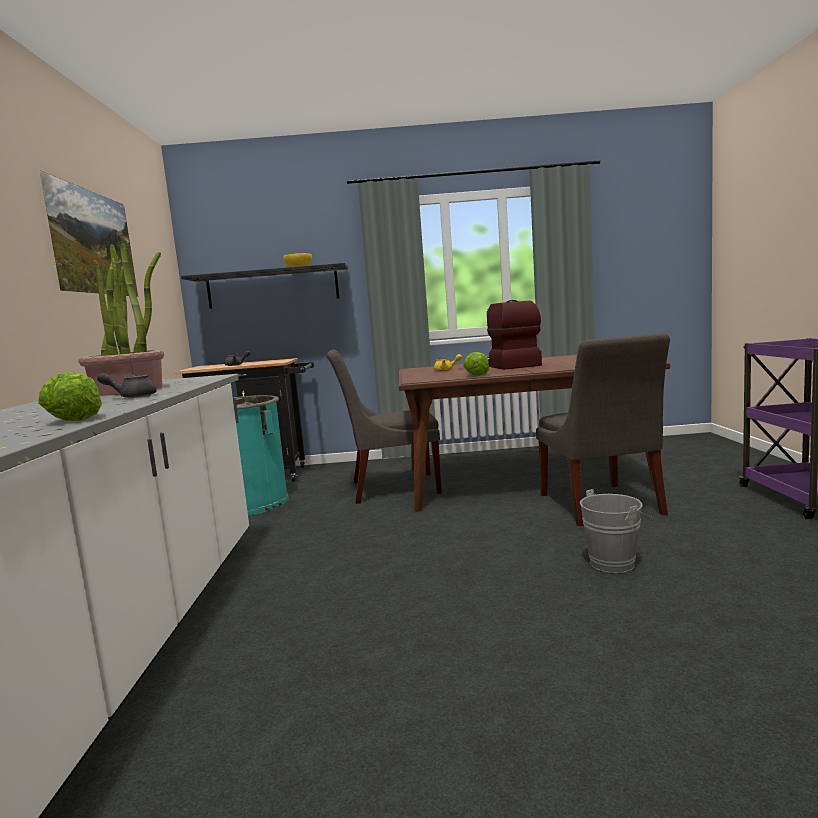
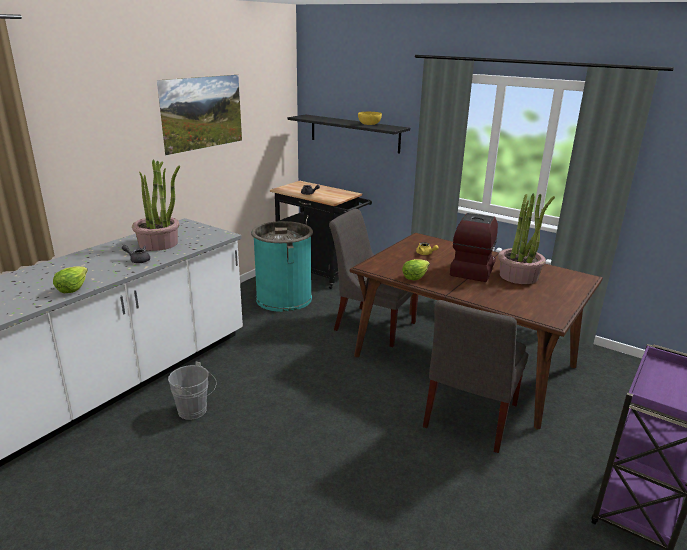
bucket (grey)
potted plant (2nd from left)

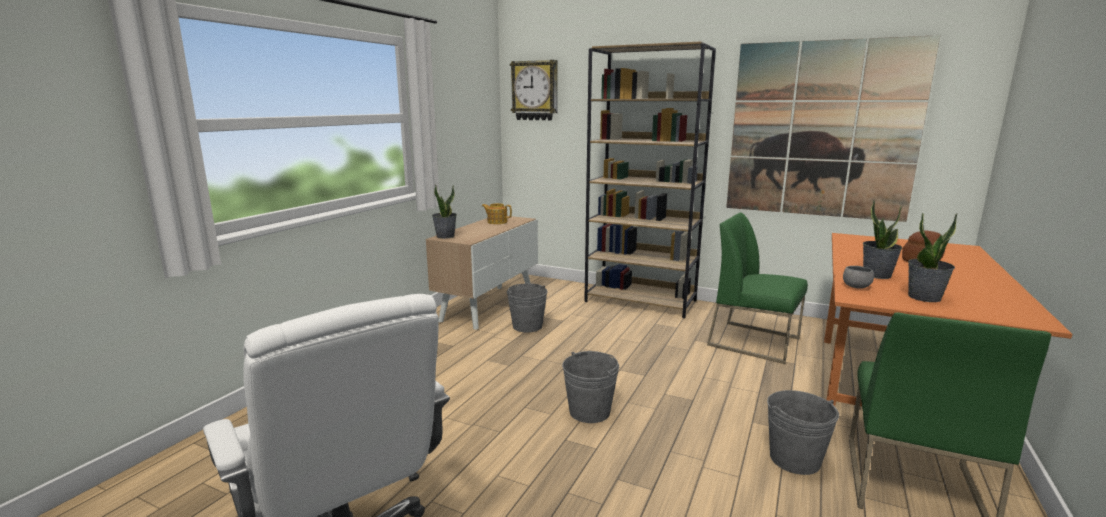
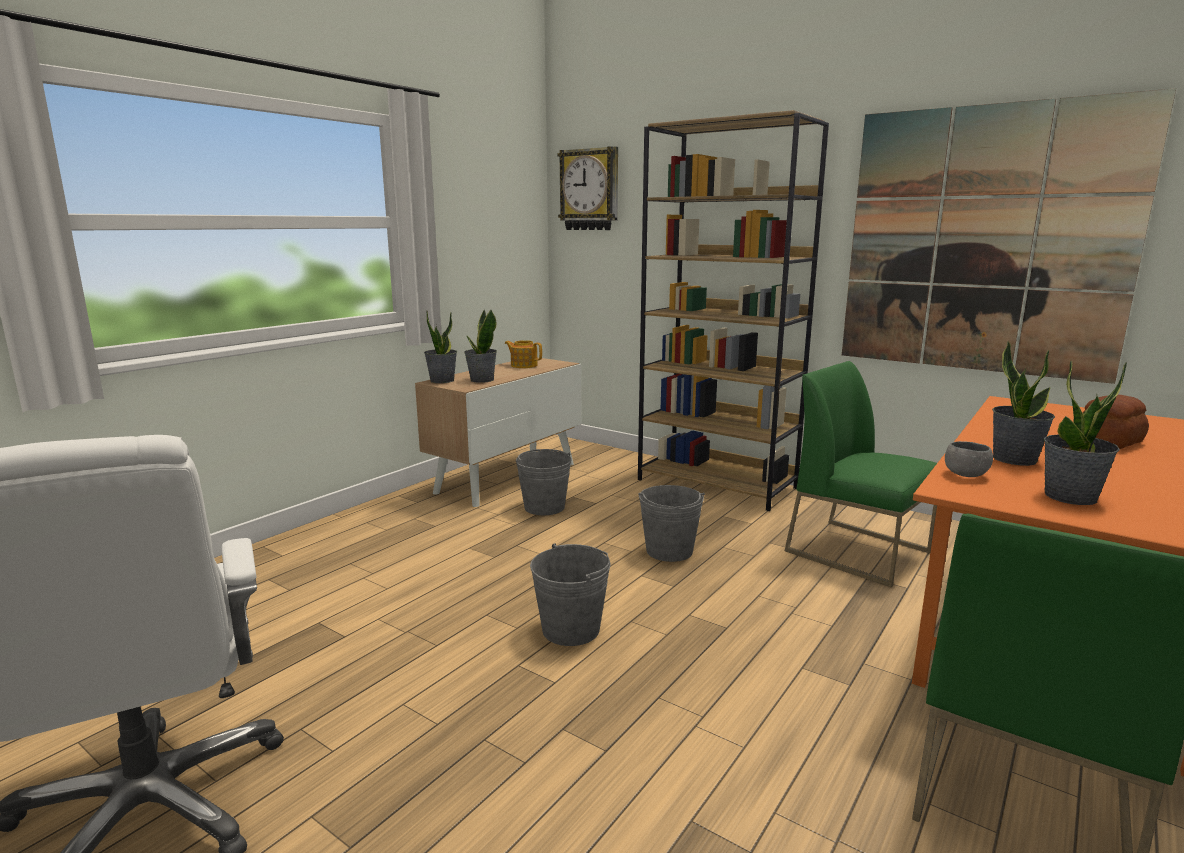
potted plant (2nd from left)
bucket (grey) (3rd from left)

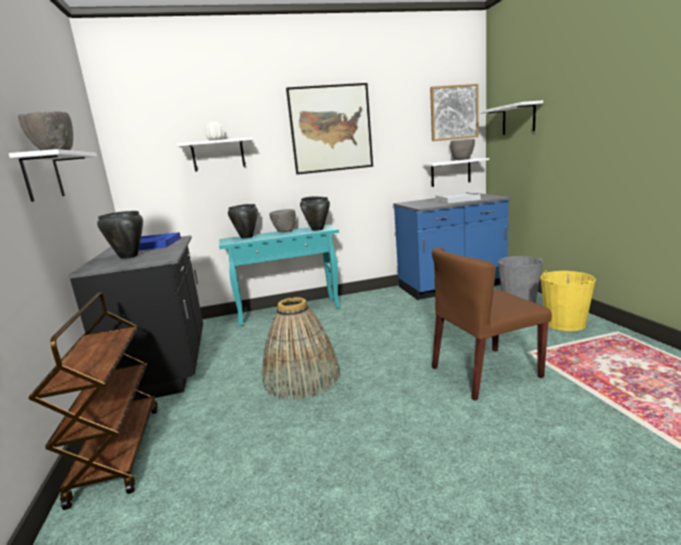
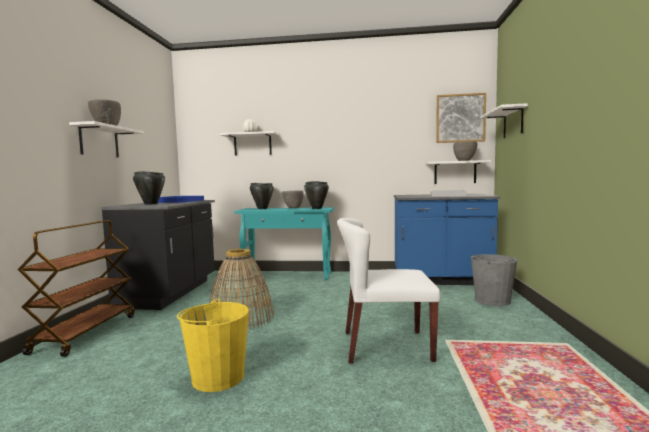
bucket (yellow)
upright chair (whitish)
wall picture (1st from left in the first image)

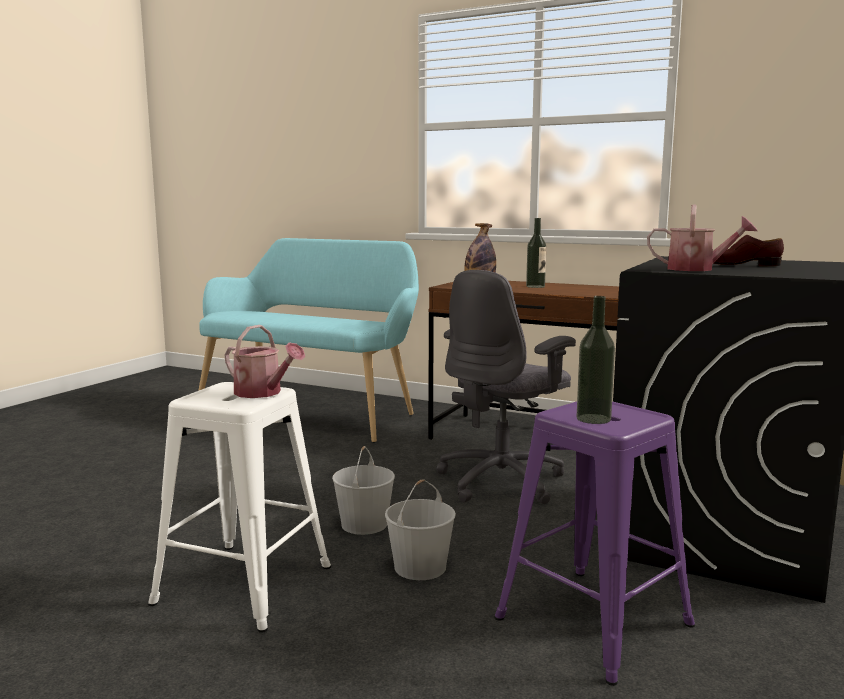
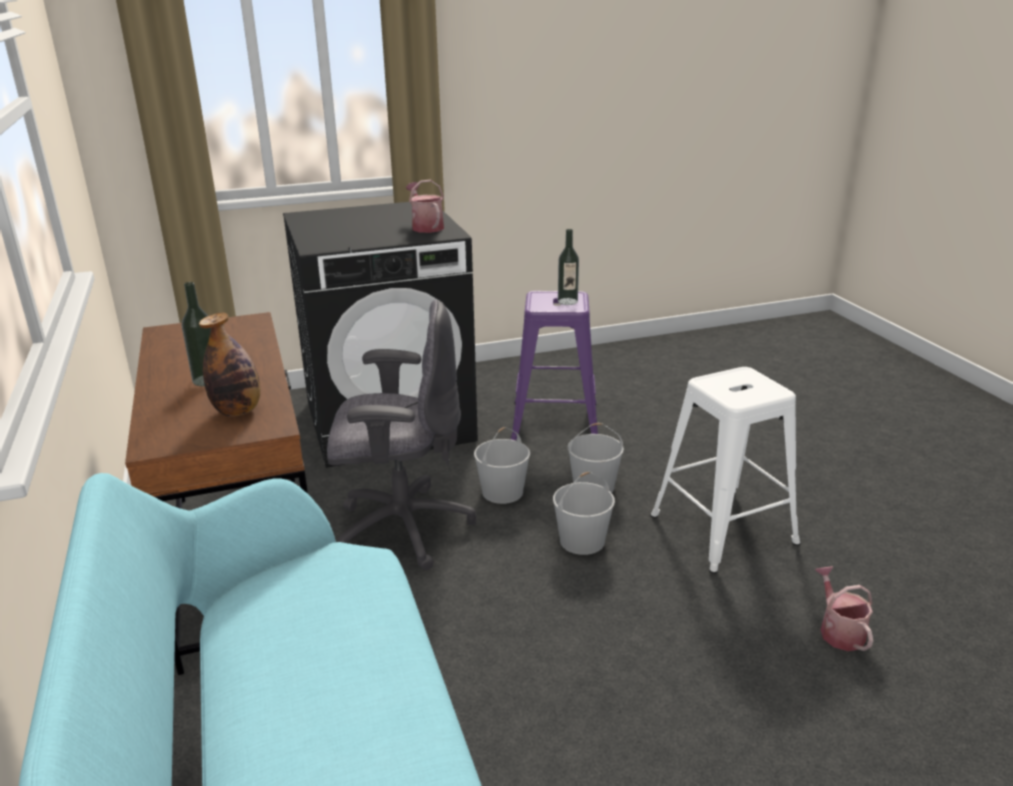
bucket (whitish) (1st from left)
watering pot (2nd from left)
item of footwear (brown)

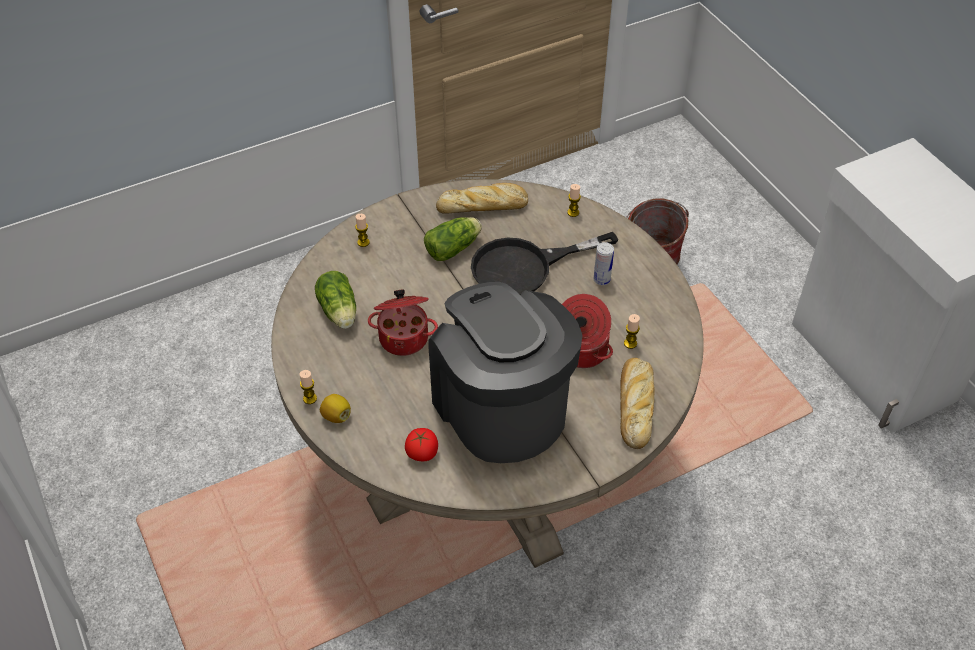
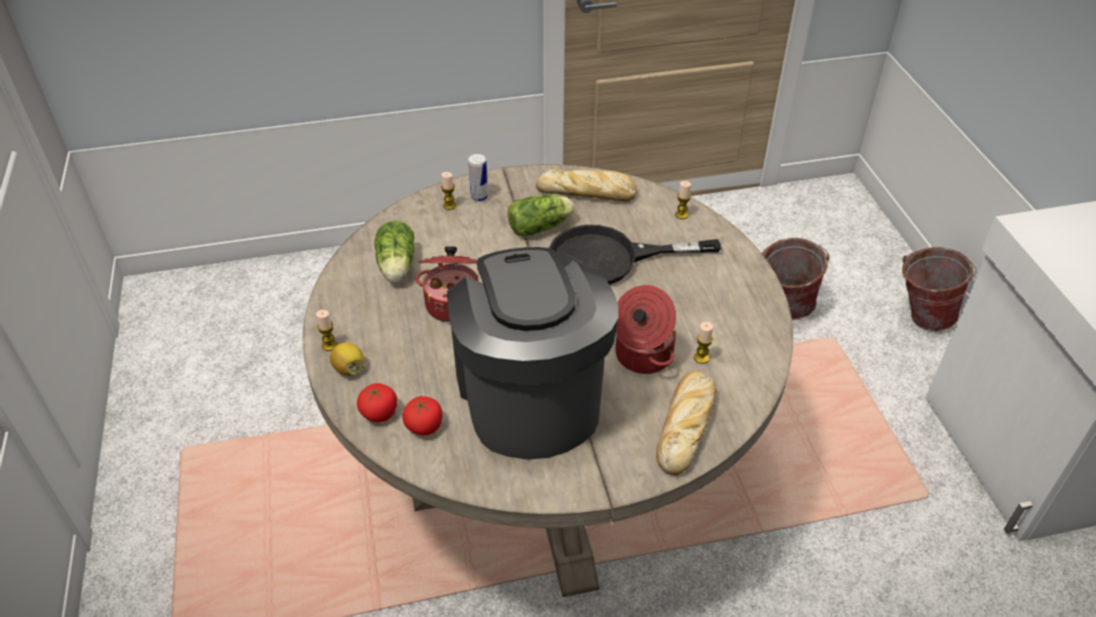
tomato (1st from left)
sealed can
bucket (2nd from left)

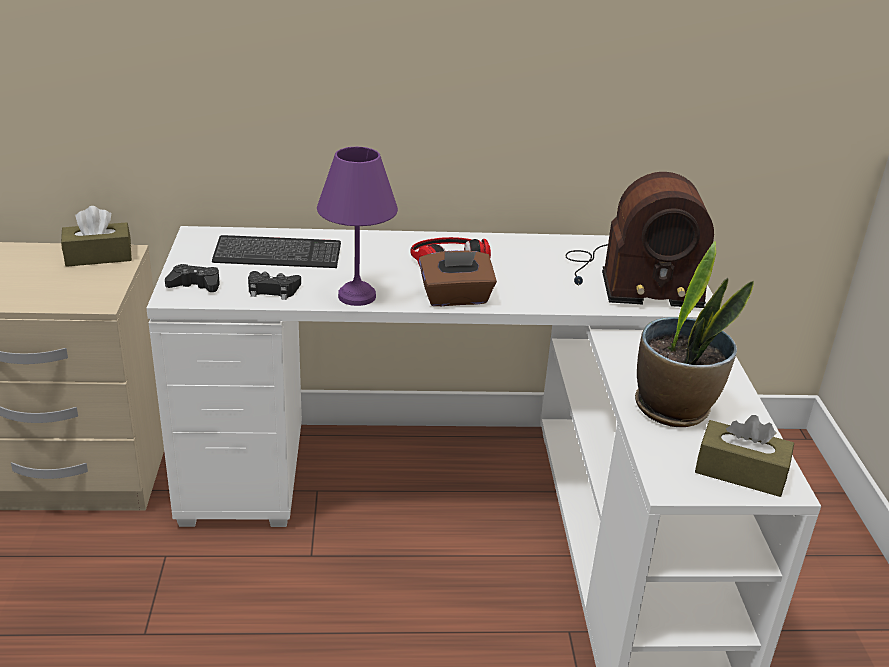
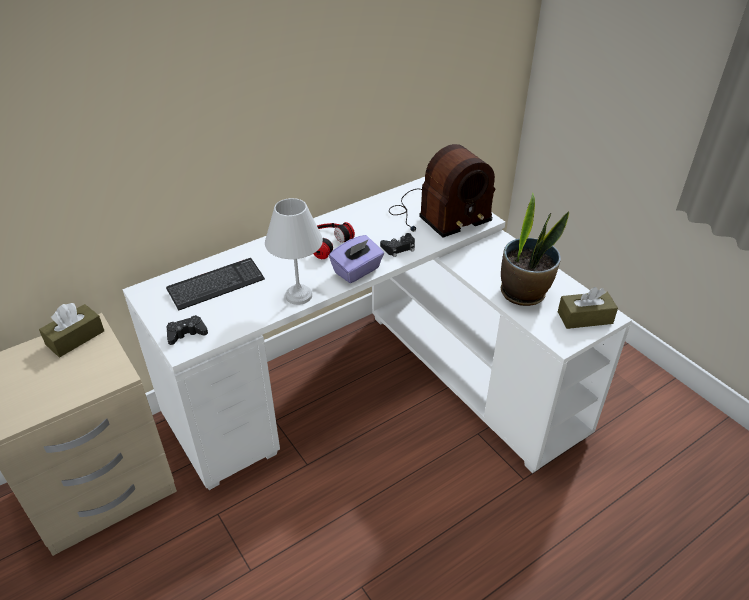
tabletop lamp (whitish)
tissue holder (purplish)
joypad (blackish) (2nd from left)

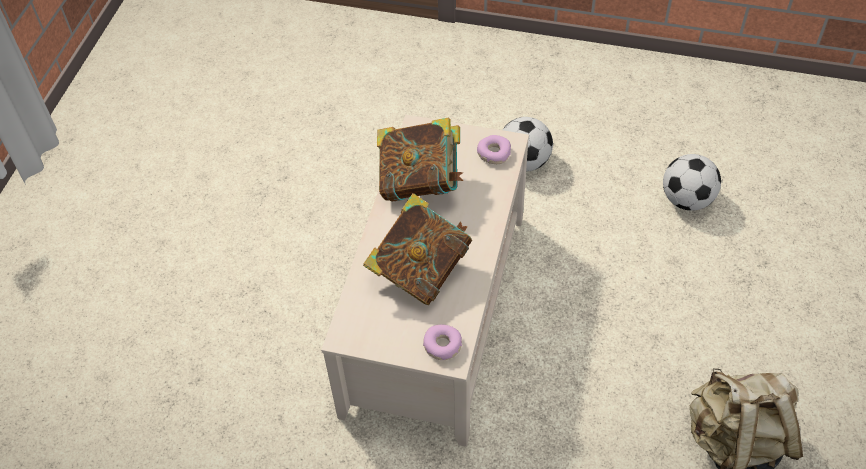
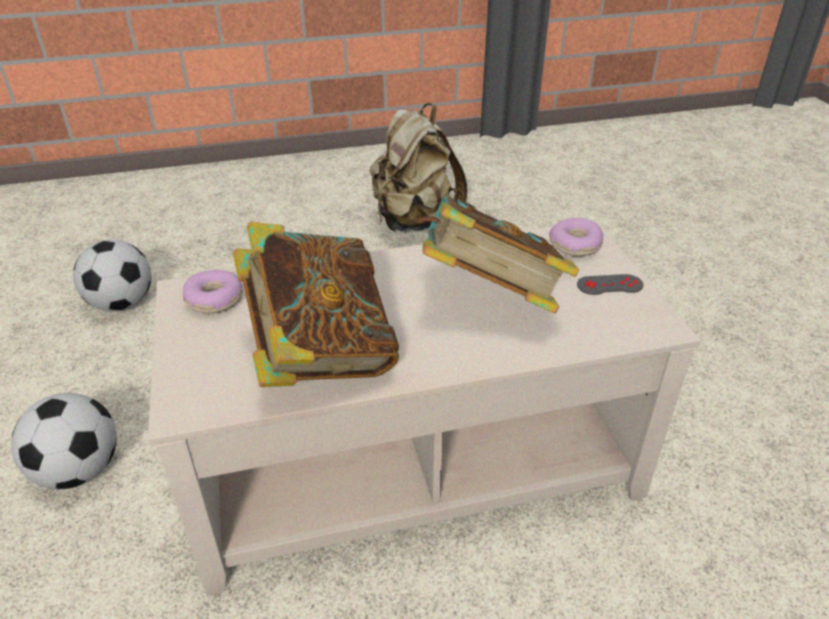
joypad (grey)

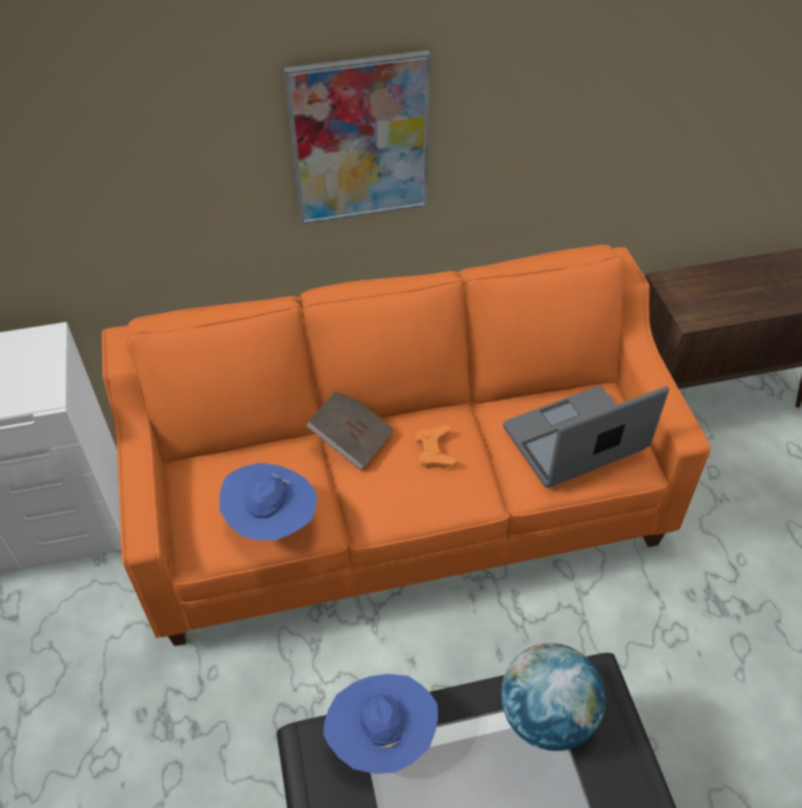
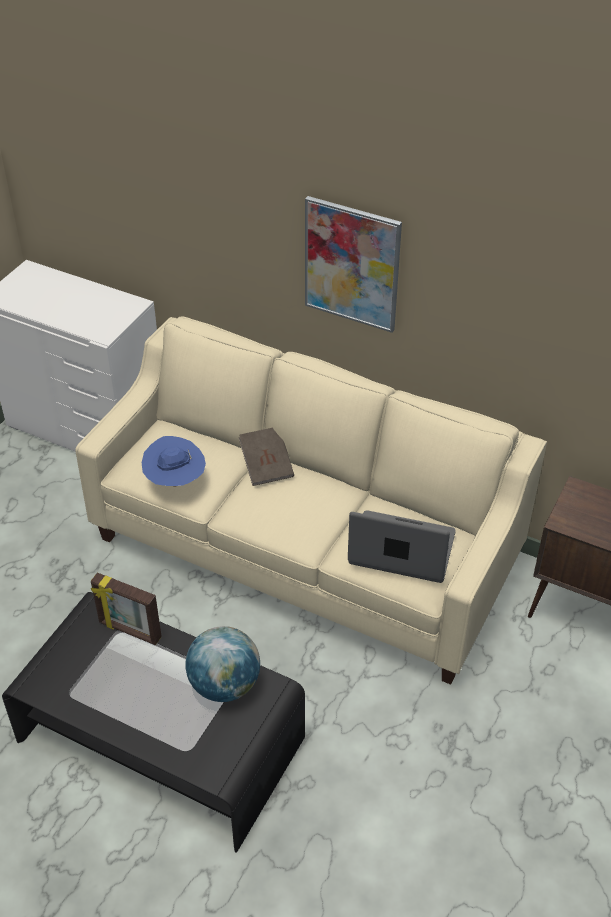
sofa (beige)
standing frame
joypad (orangey)

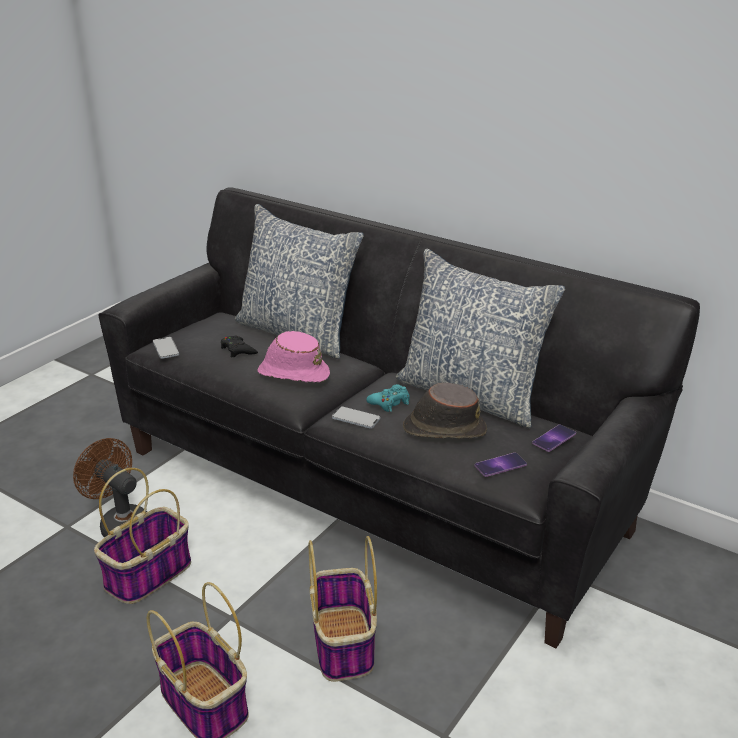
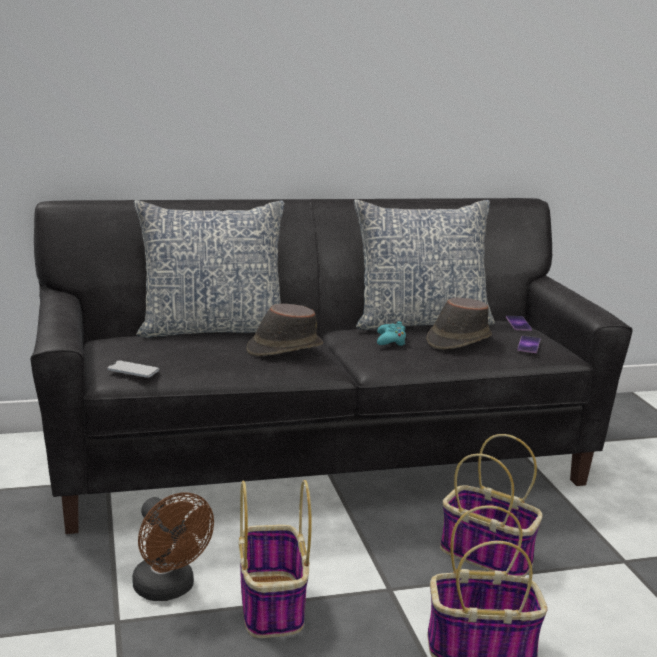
cooling fan (brown)
wearable hat (brown) (1st from left)
joypad (blackish)
phone (2nd from left in the first image)

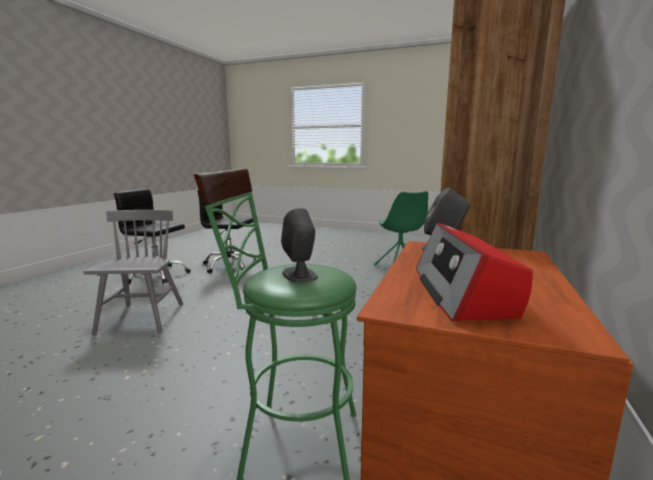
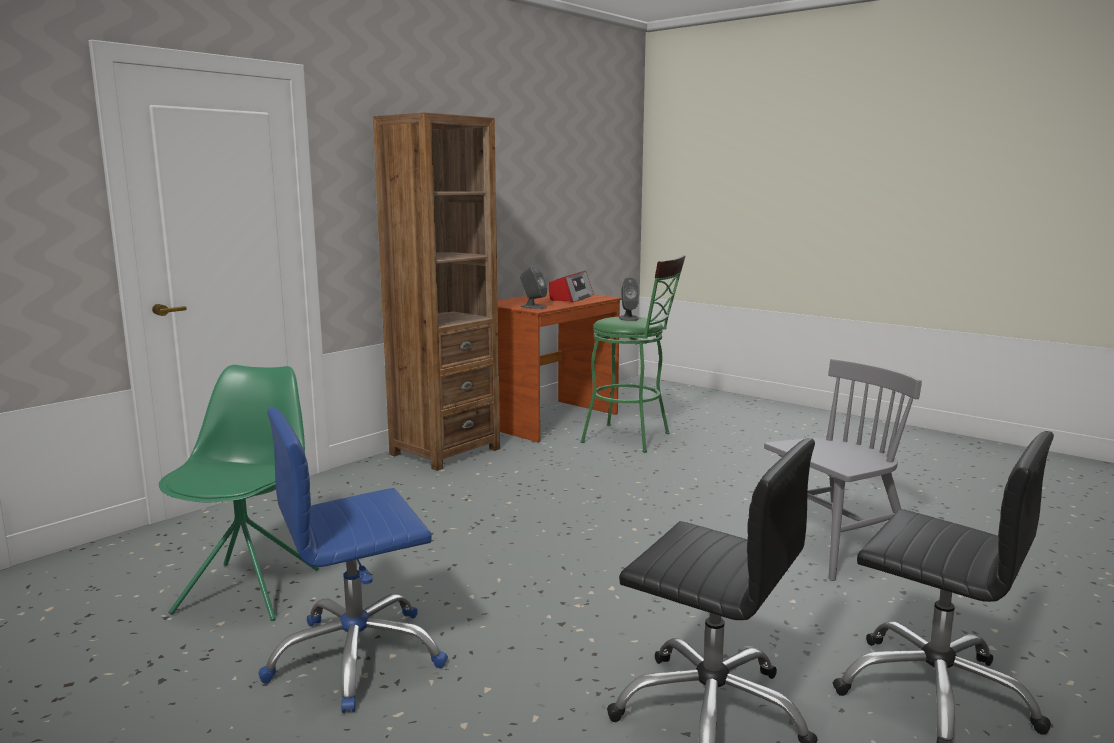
desk chair (bluish)
upright chair (grey)

